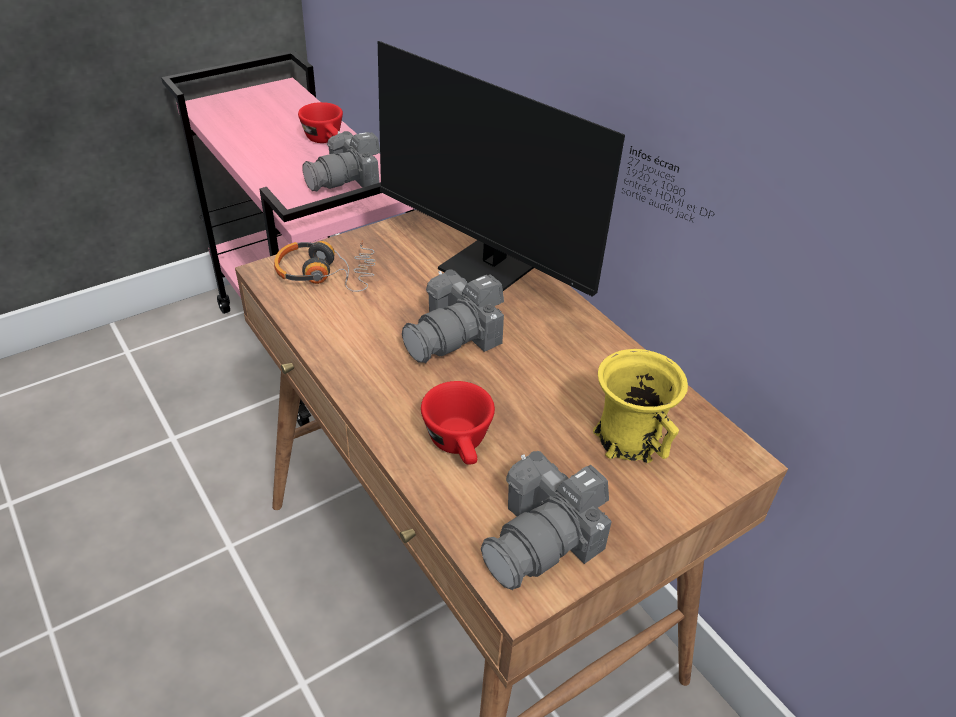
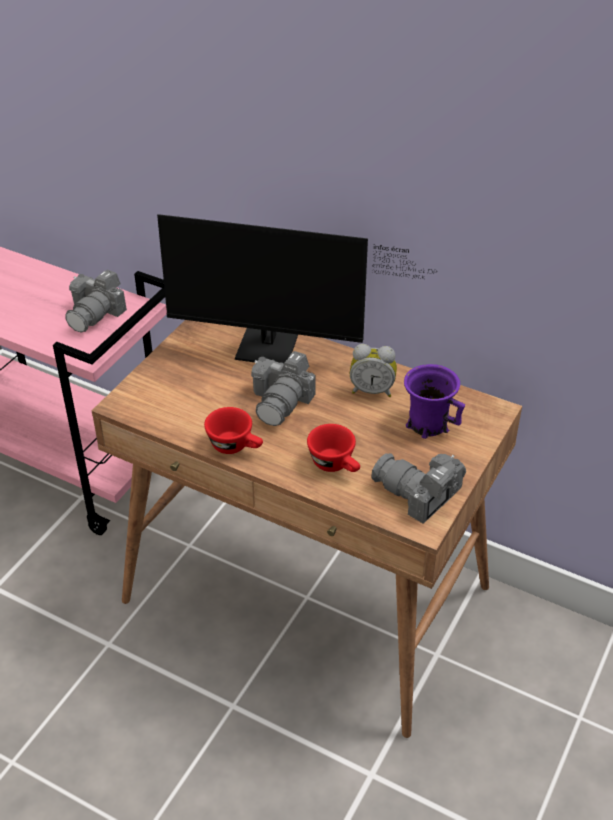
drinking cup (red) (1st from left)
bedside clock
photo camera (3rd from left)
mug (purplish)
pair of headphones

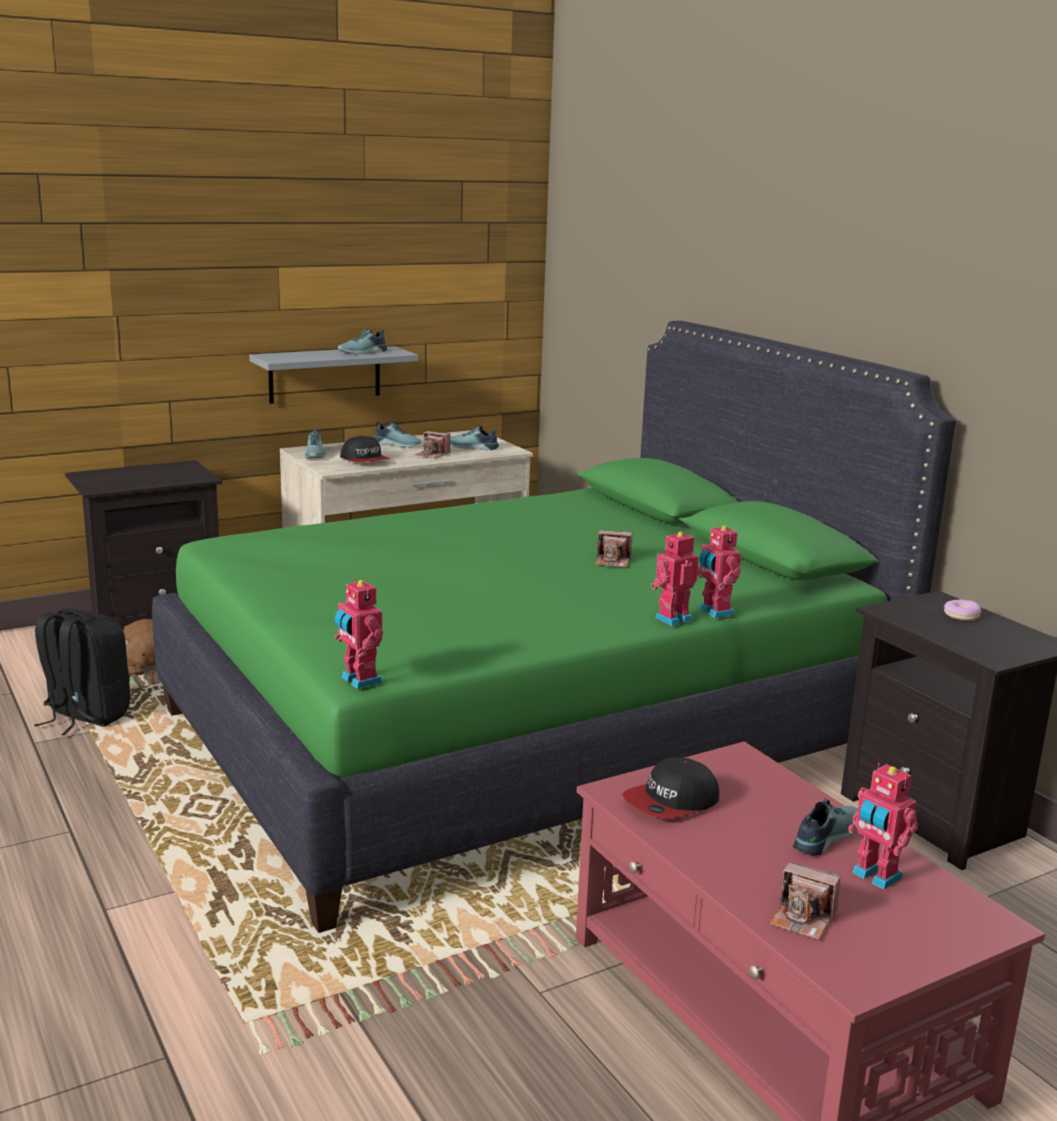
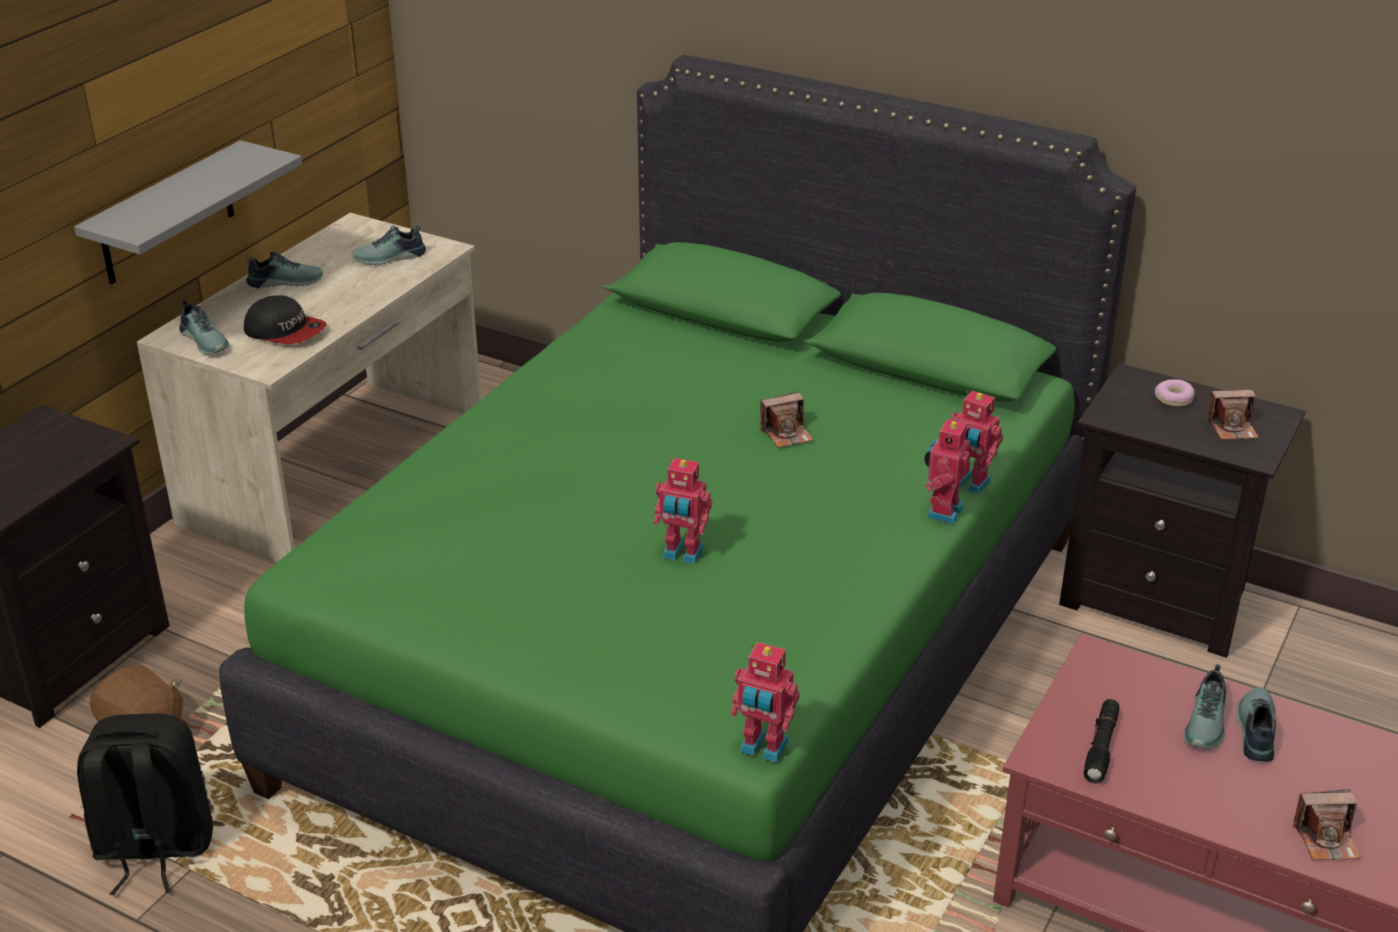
robot figure (1st from left)
flashlight (blackish)
item of footwear (4th from left)
photo camera (2nd from left)

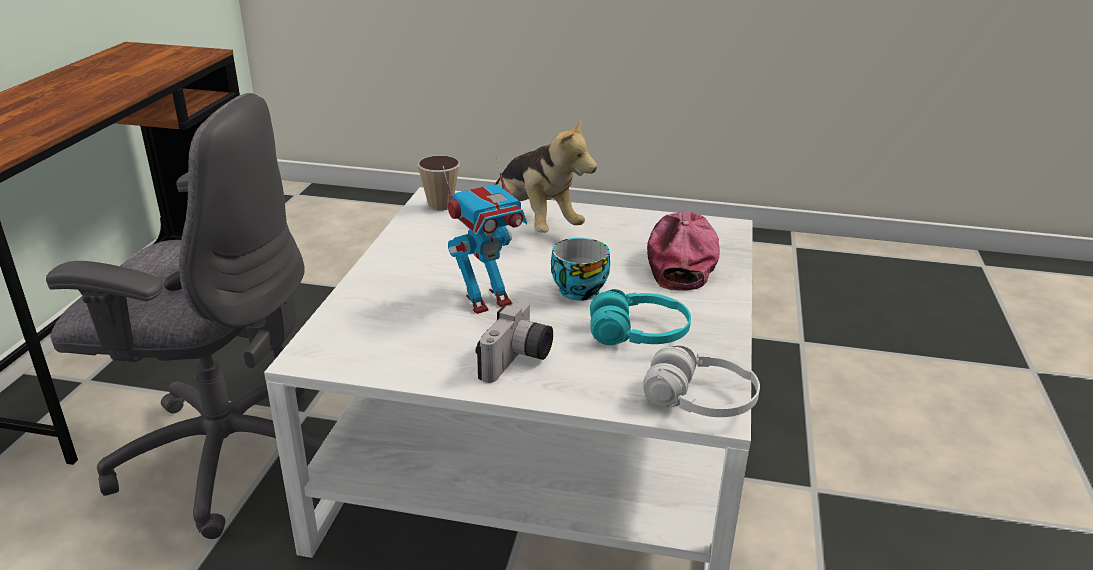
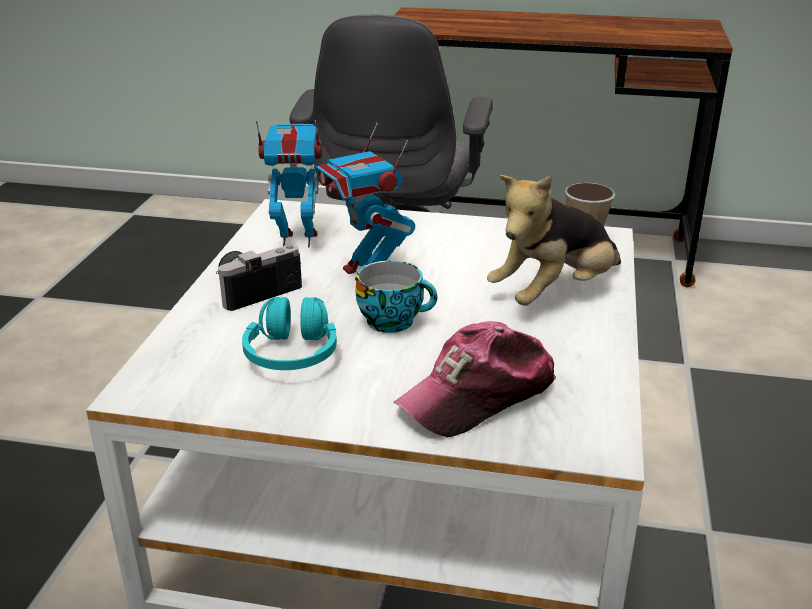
photo camera
robot figure (1st from left)
cap
pair of headphones (whitish)

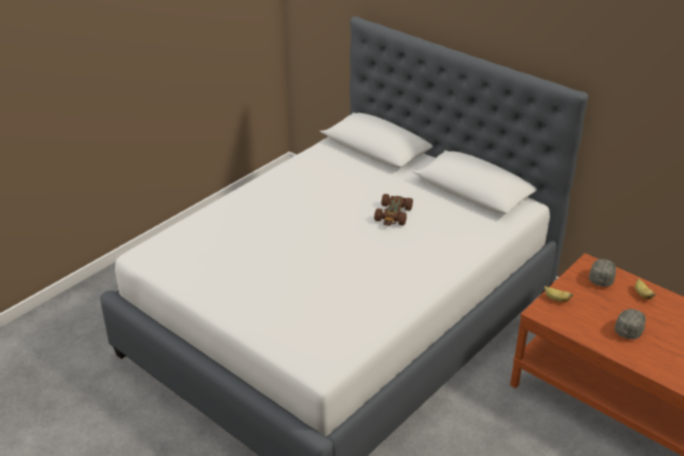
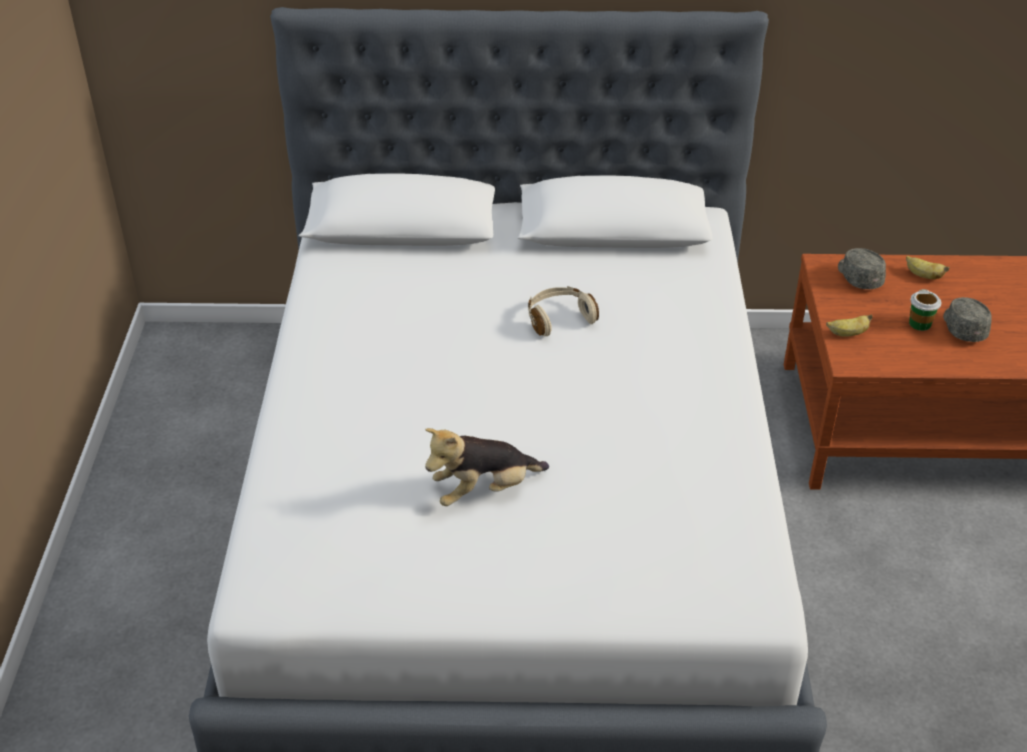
plush toy
pair of headphones (beige)
drinking cup

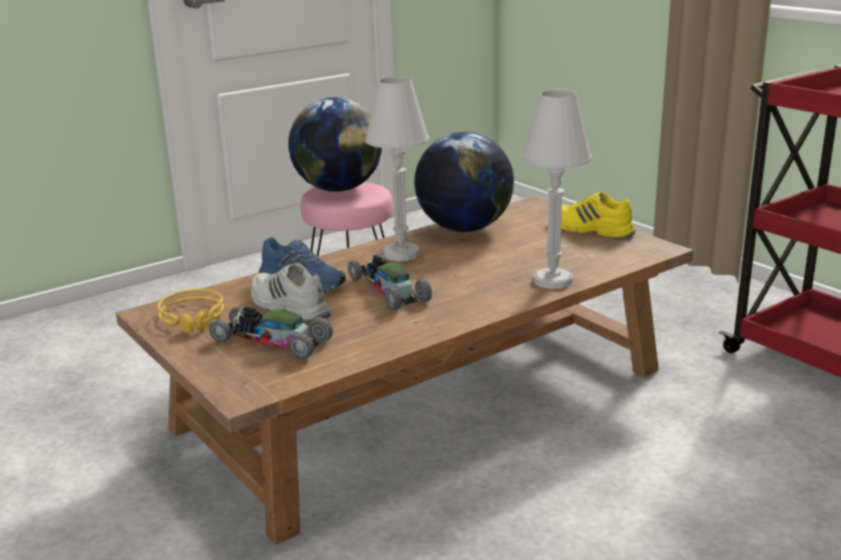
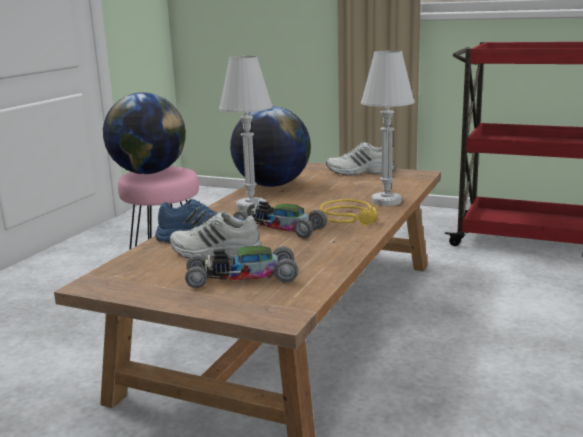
pair of headphones (yellow)
item of footwear (whitish) (2nd from left)

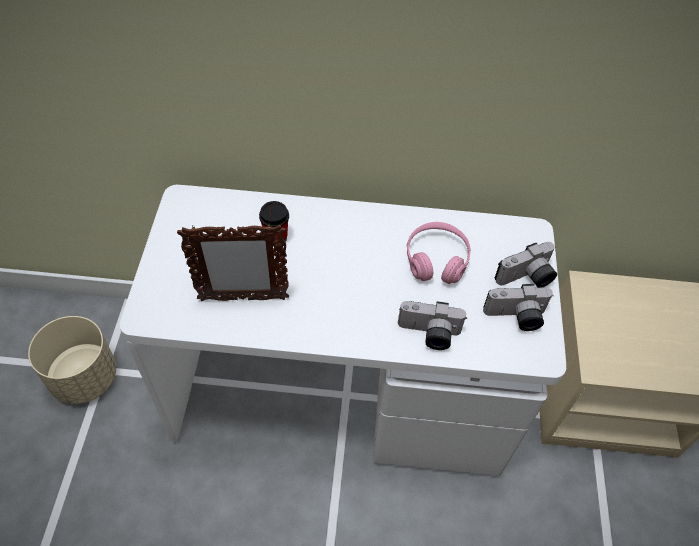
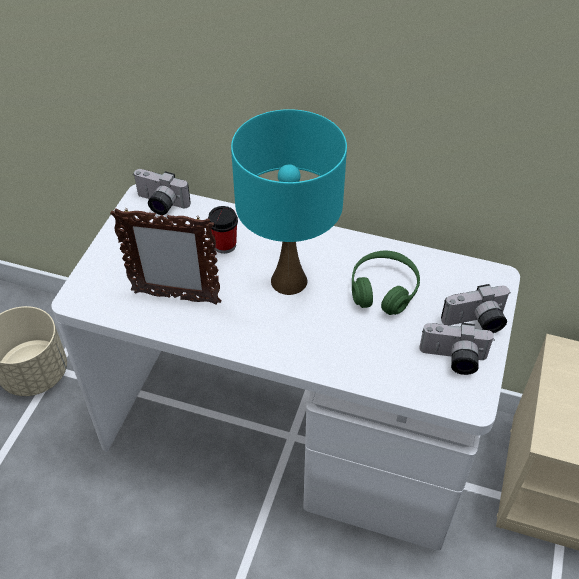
photo camera (1st from left)
tabletop lamp (blue-green)
pair of headphones (green)

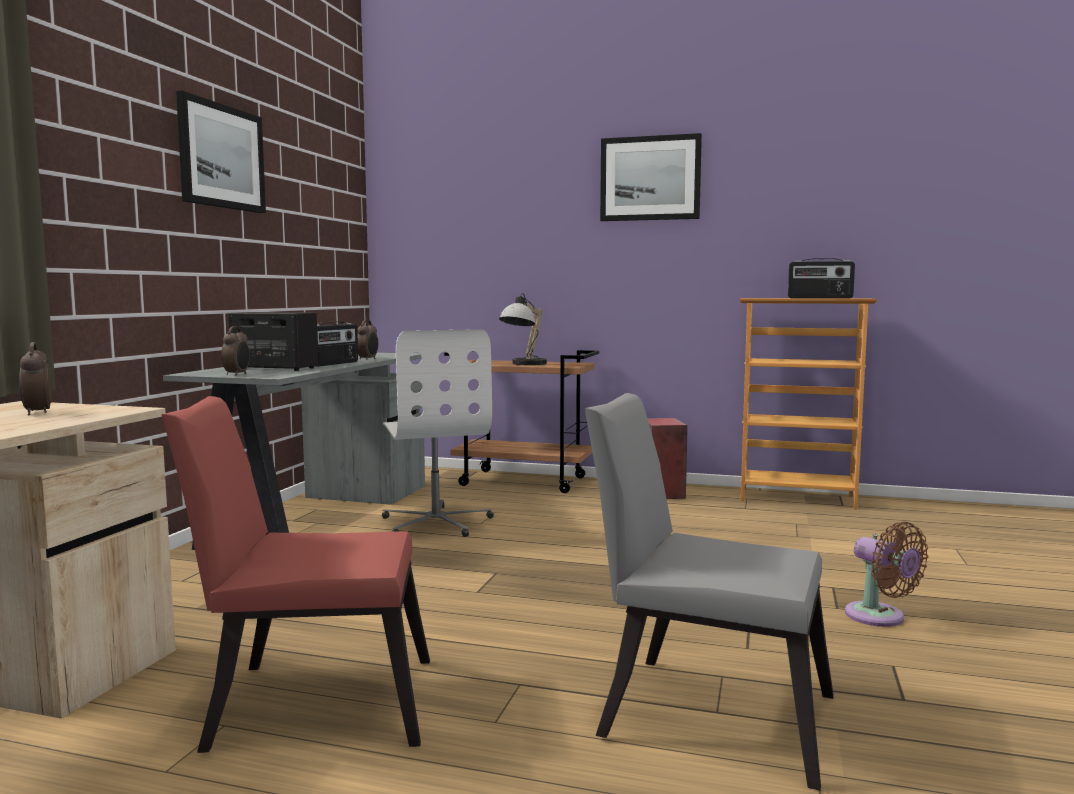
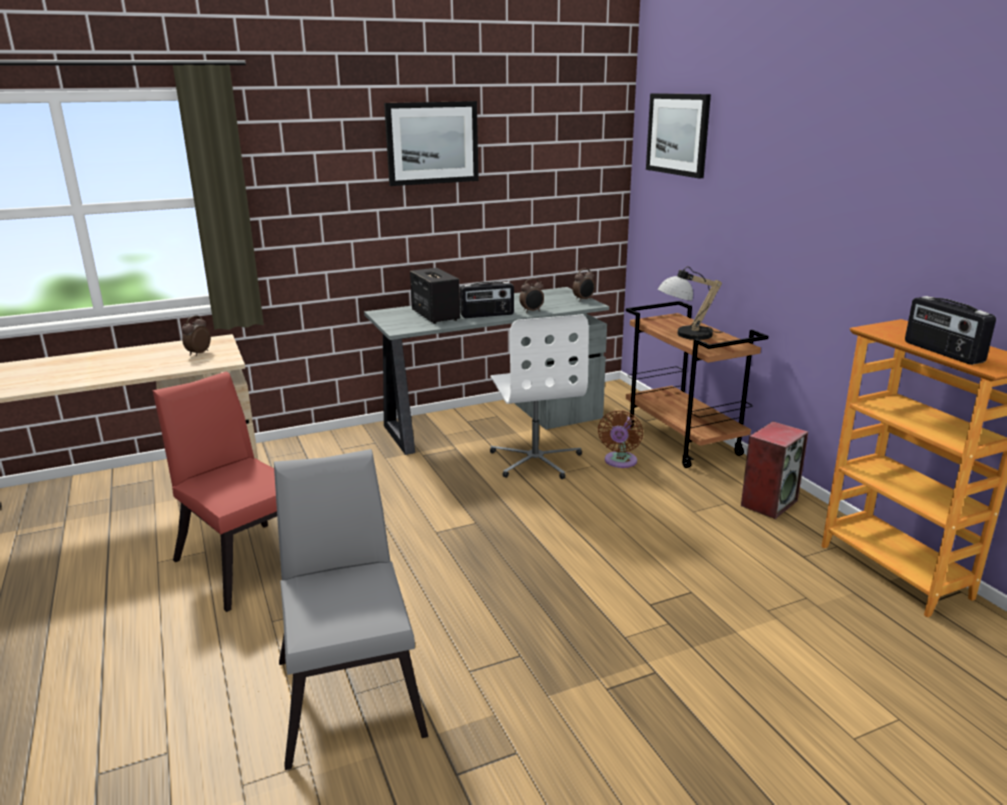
desk chair (whitish)
bedside clock (3rd from left)
cooling fan (brown)
wall picture (2nd from left)

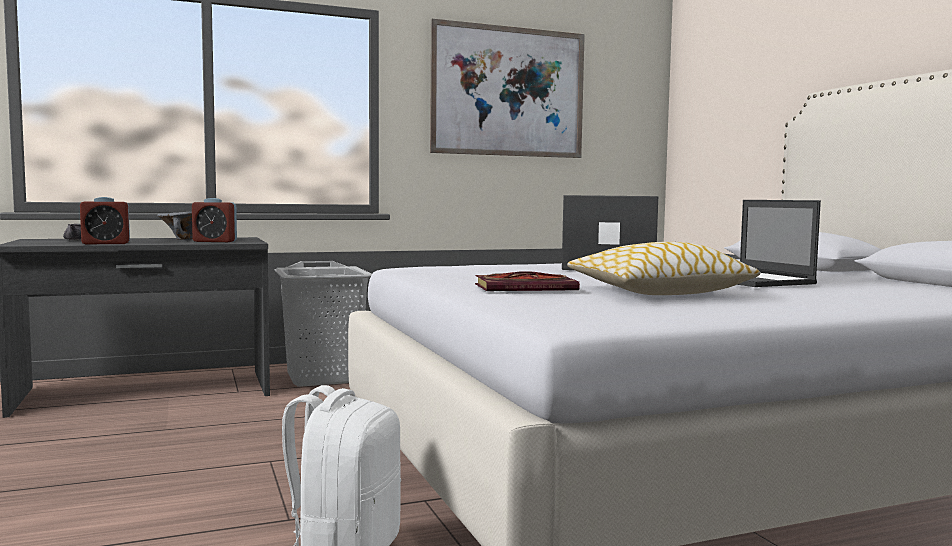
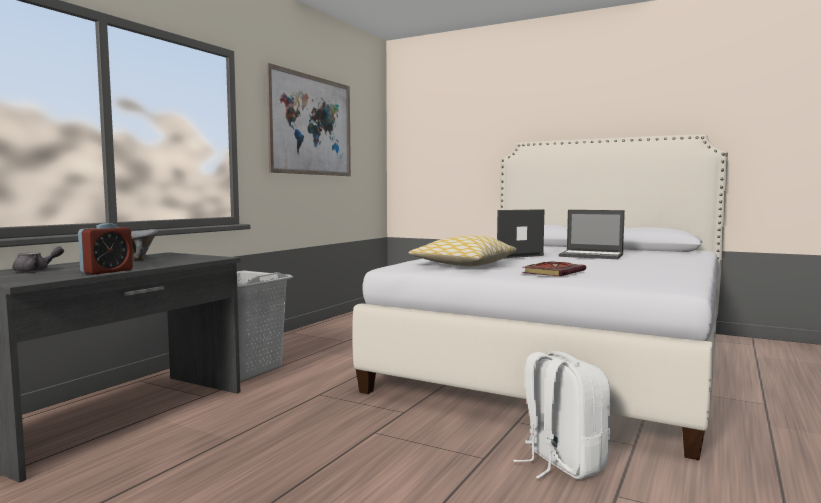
cushion
bedside clock (2nd from left in the first image)

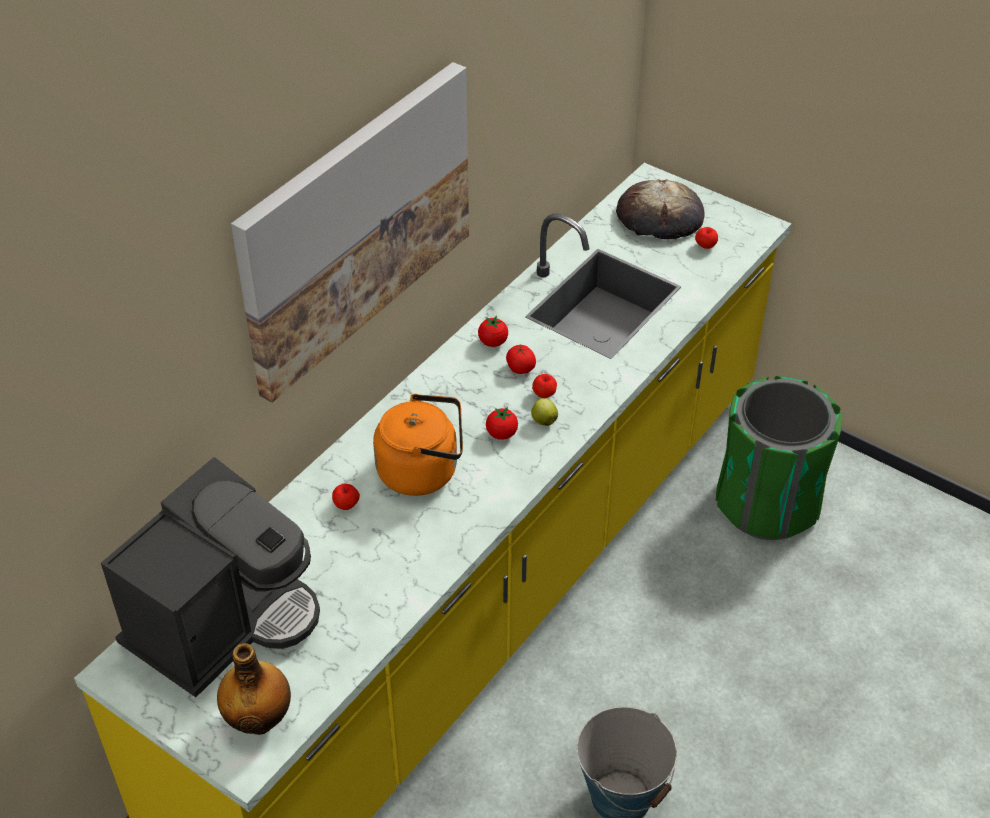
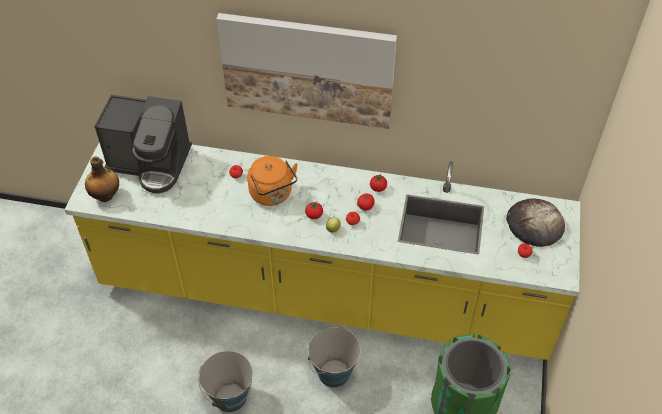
bucket (2nd from left)

